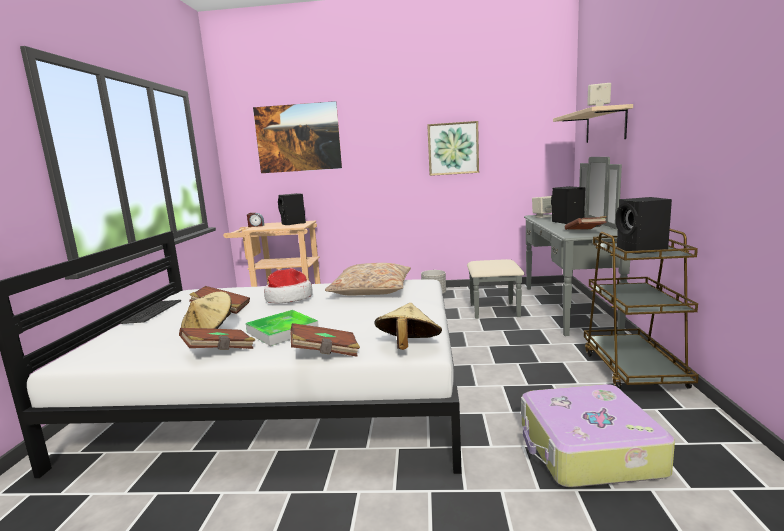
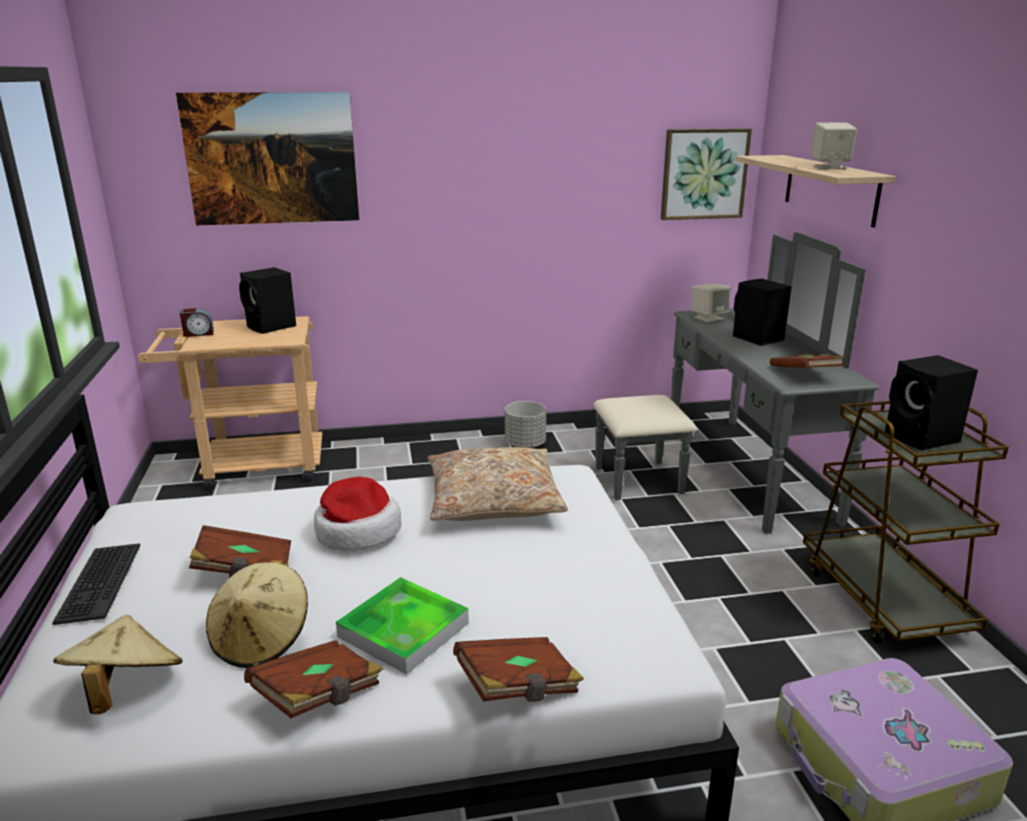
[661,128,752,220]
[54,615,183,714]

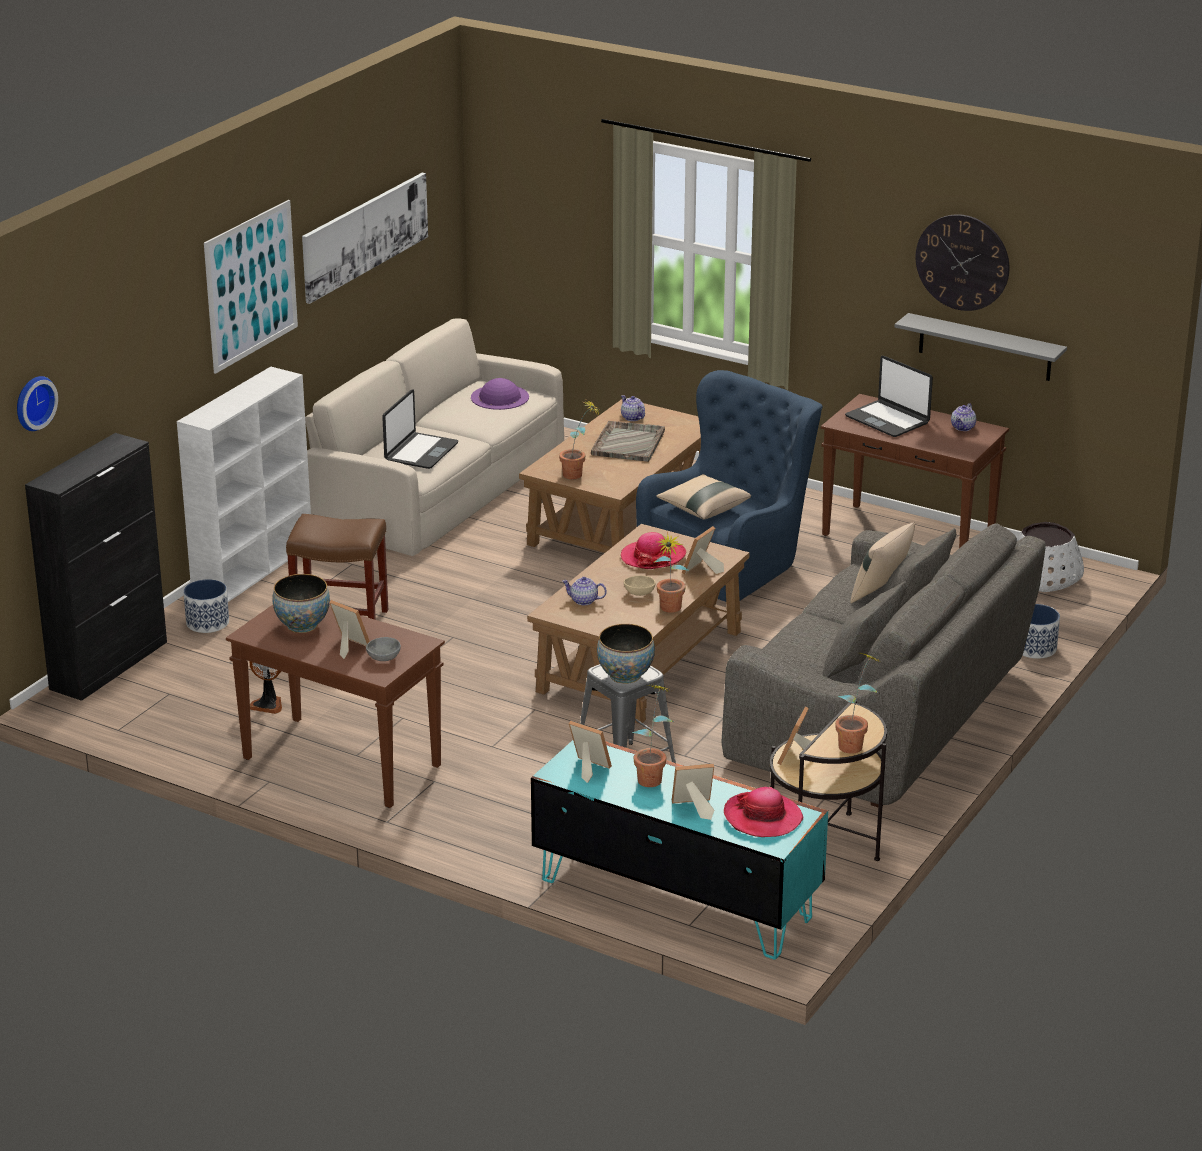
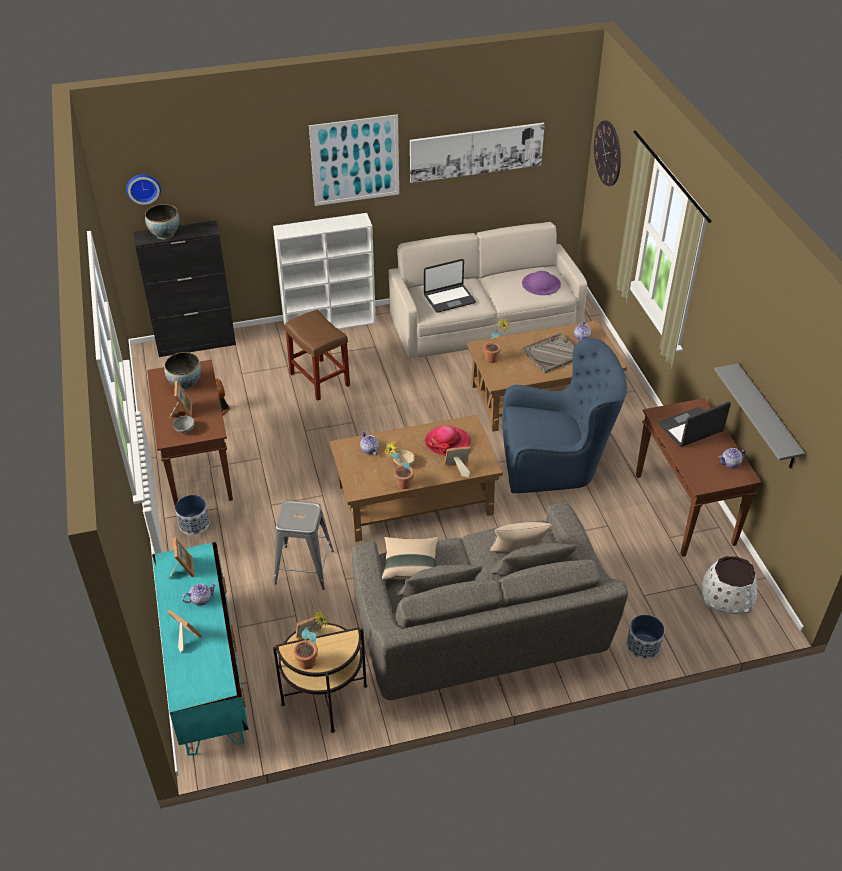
[594,121,621,186]
[658,402,731,446]
[382,537,439,580]
[175,495,210,535]
[145,204,180,240]
[182,583,217,606]
[724,787,804,837] (first image)

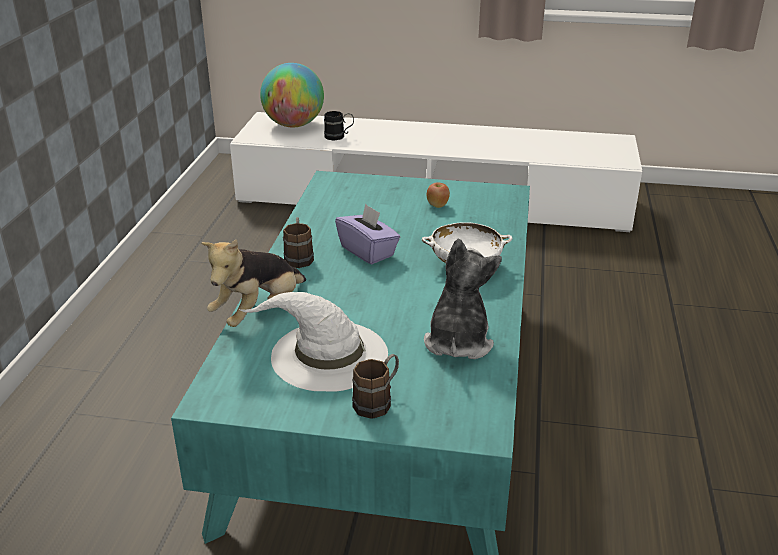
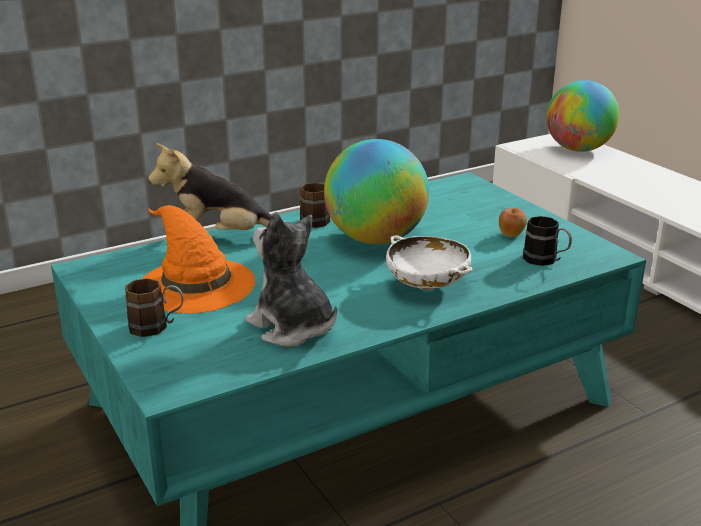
[523,216,572,266]
[324,139,429,244]
[245,212,337,347]
[142,205,255,313]

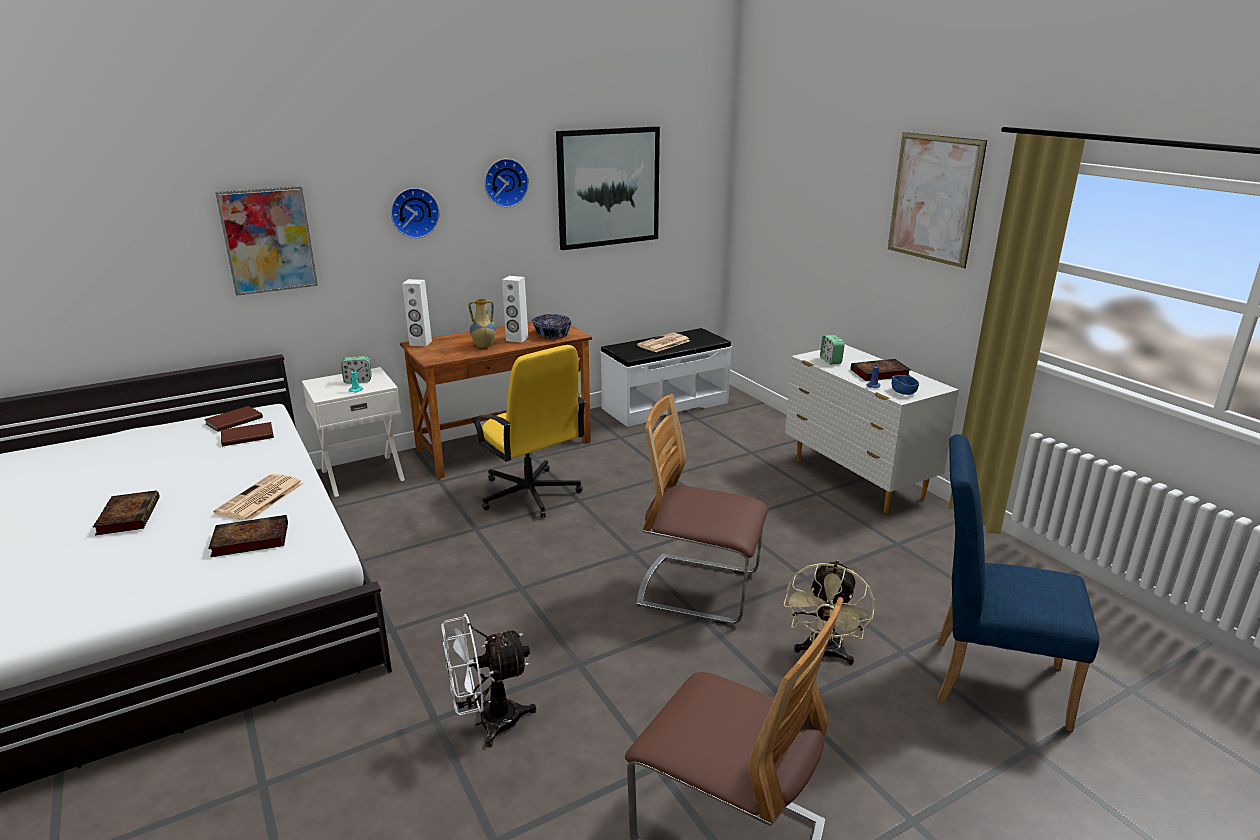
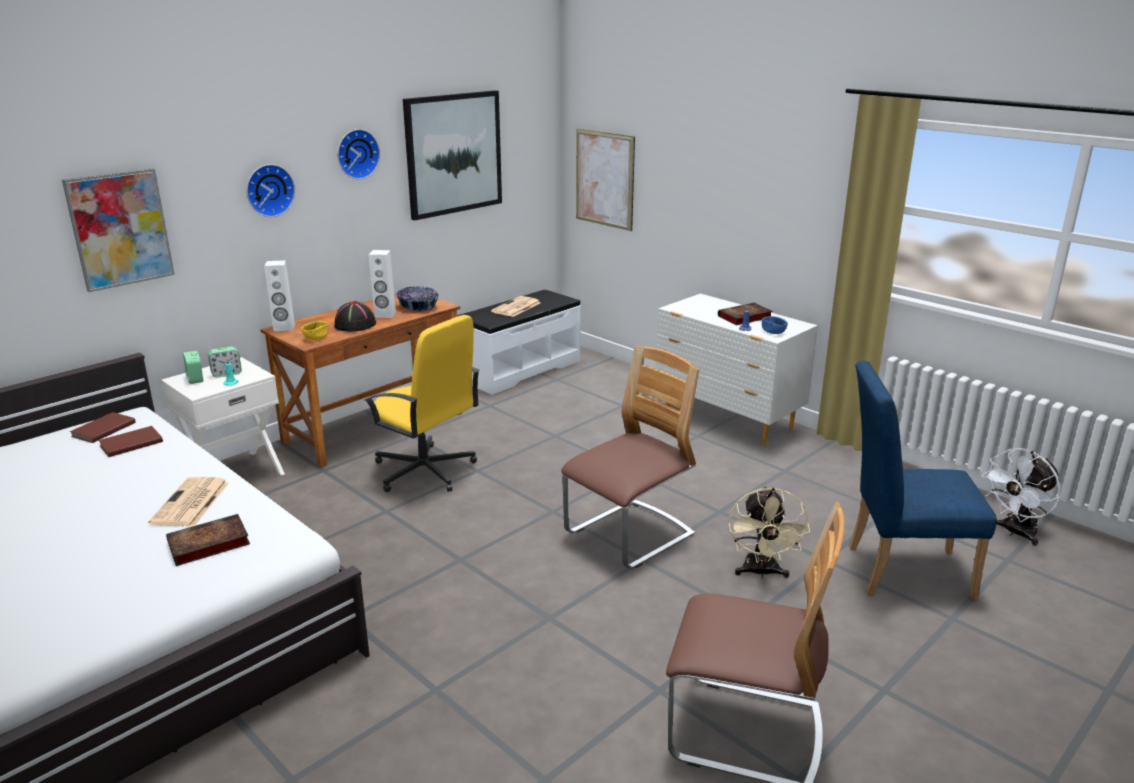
[576,129,635,231]
[334,301,376,332]
[183,351,203,384]
[561,346,699,569]
[93,490,160,535] (first image)
[981,448,1061,546]
[301,321,329,340]

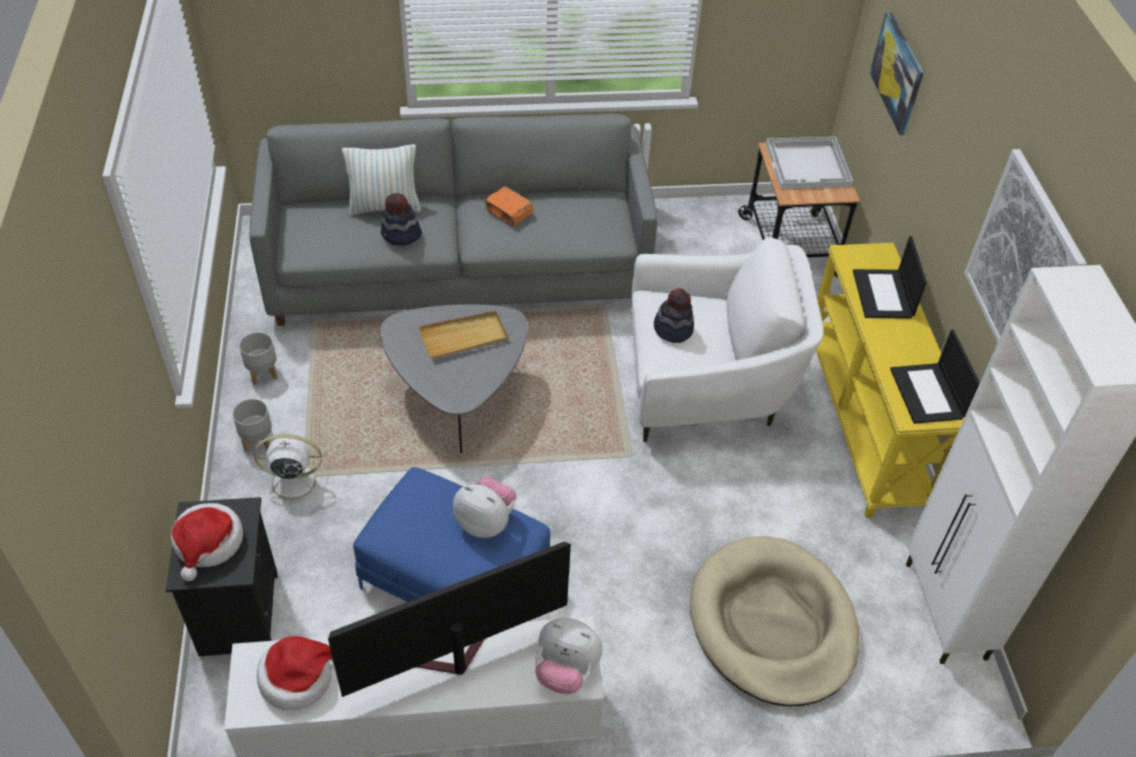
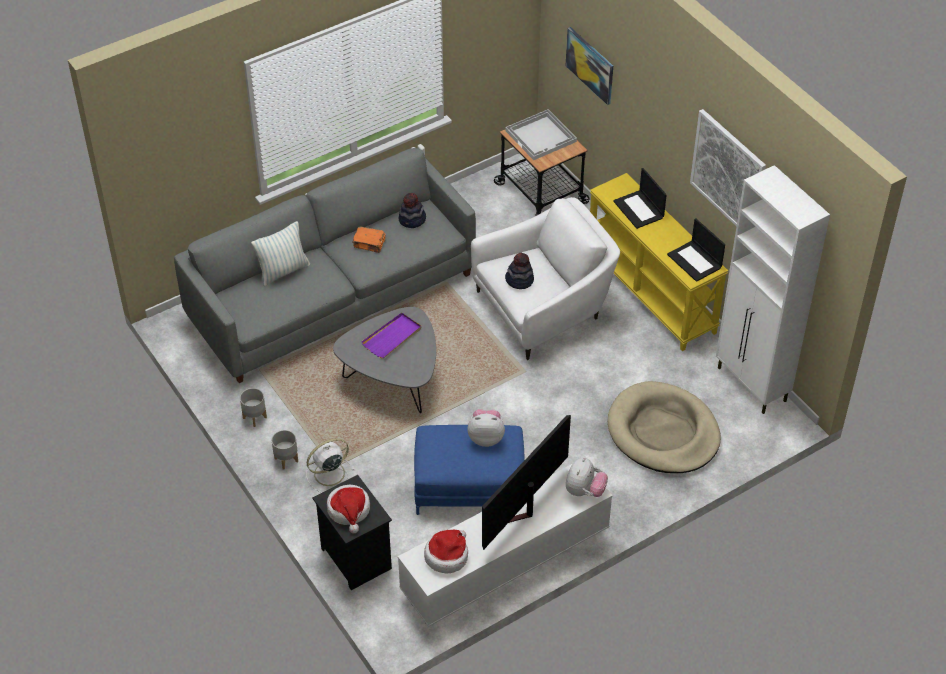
[399,193,426,228]
[361,313,421,359]
[566,457,608,497]

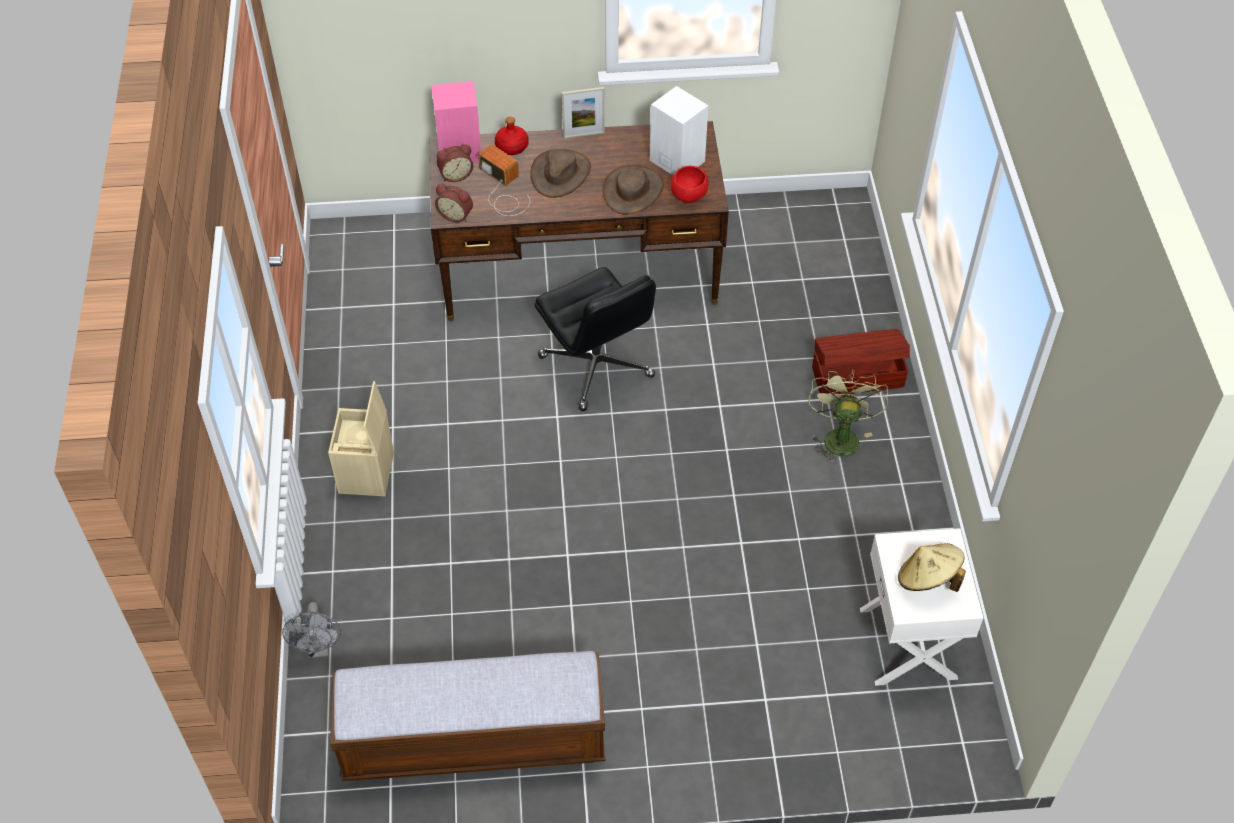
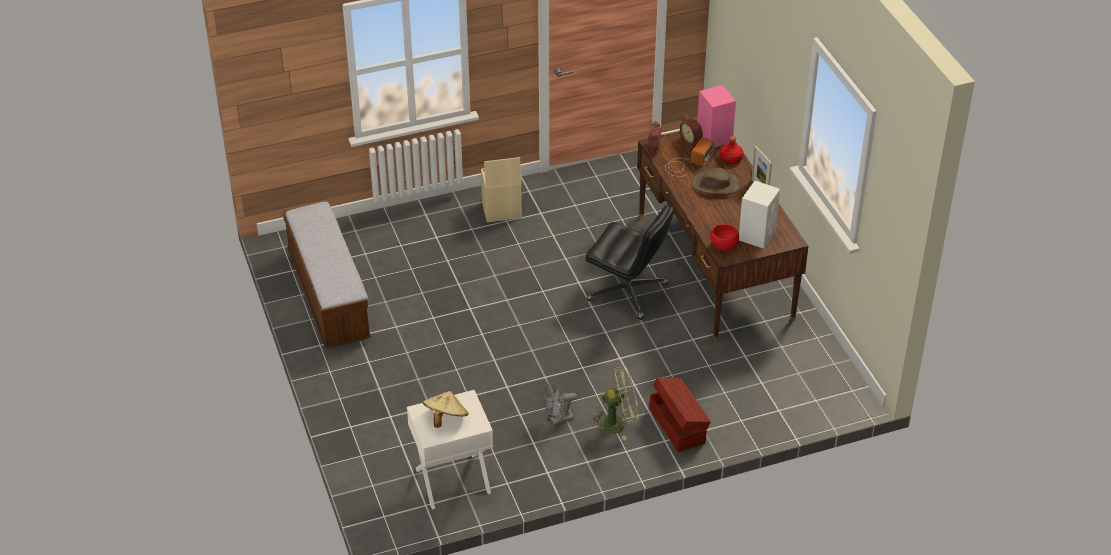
[603,165,664,214] (first image)
[586,205,674,320]
[542,381,577,425]

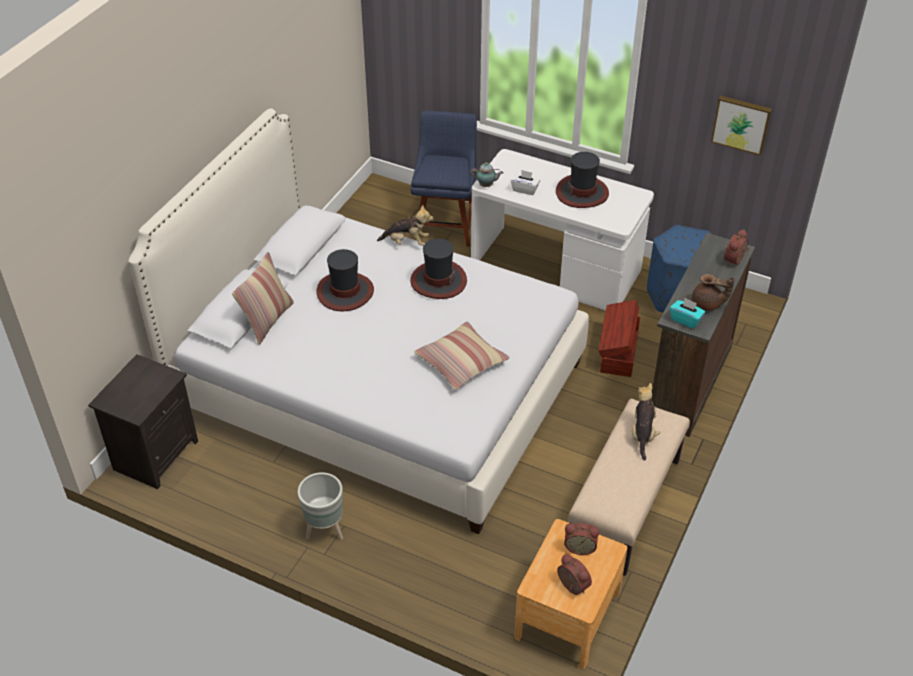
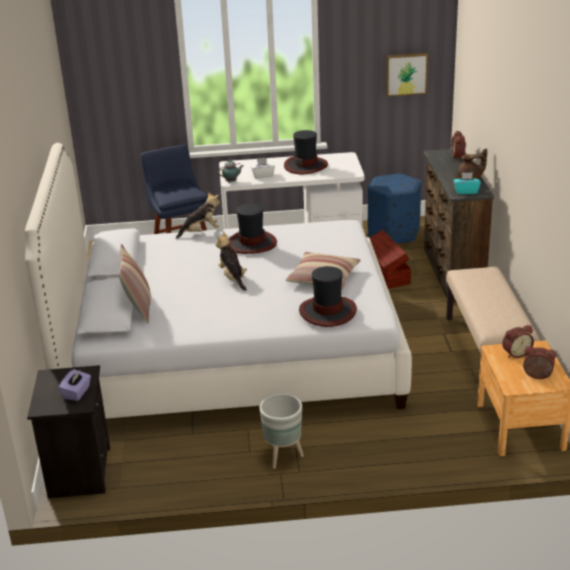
[299,266,357,327]
[215,232,247,291]
[59,369,91,401]

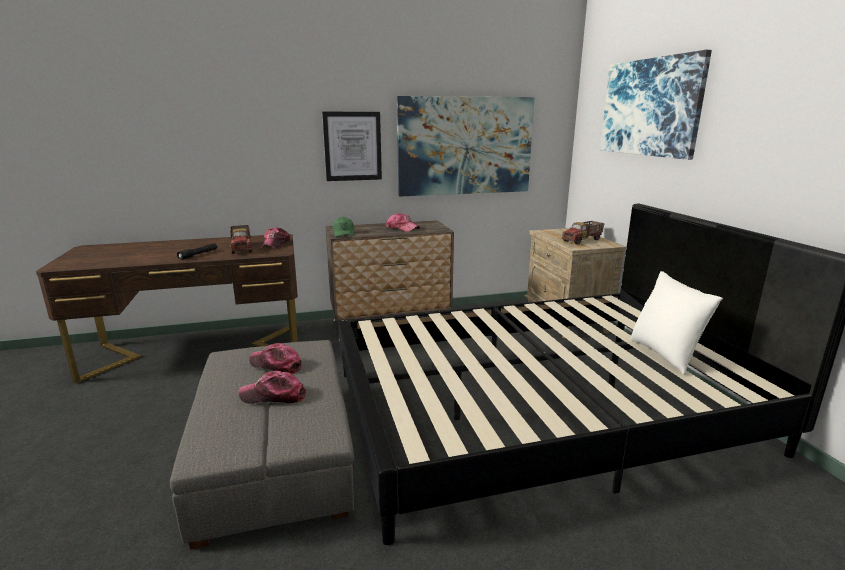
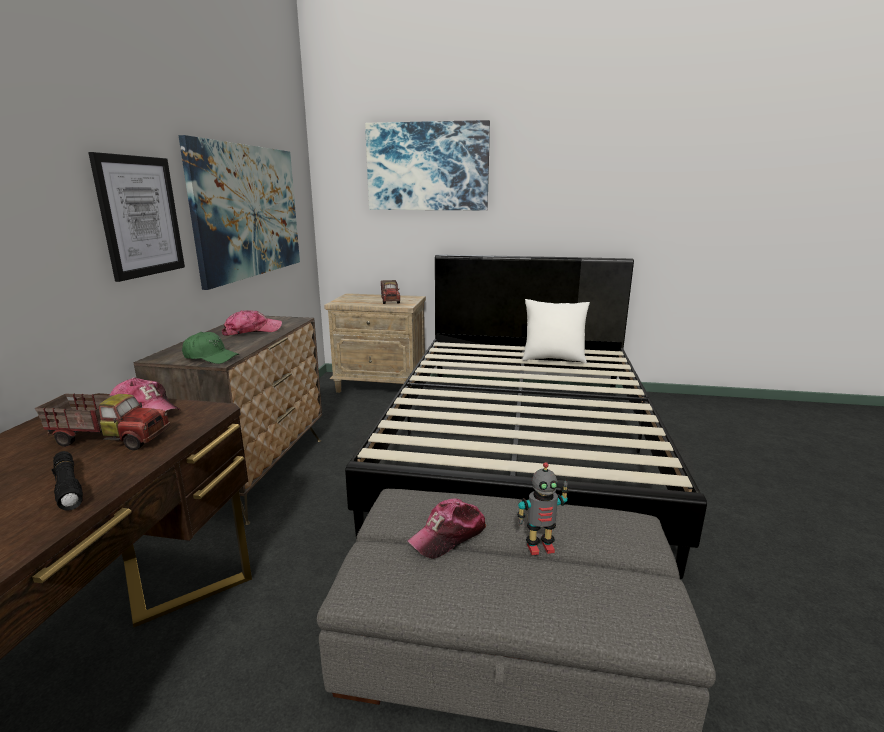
[517,462,569,555]

